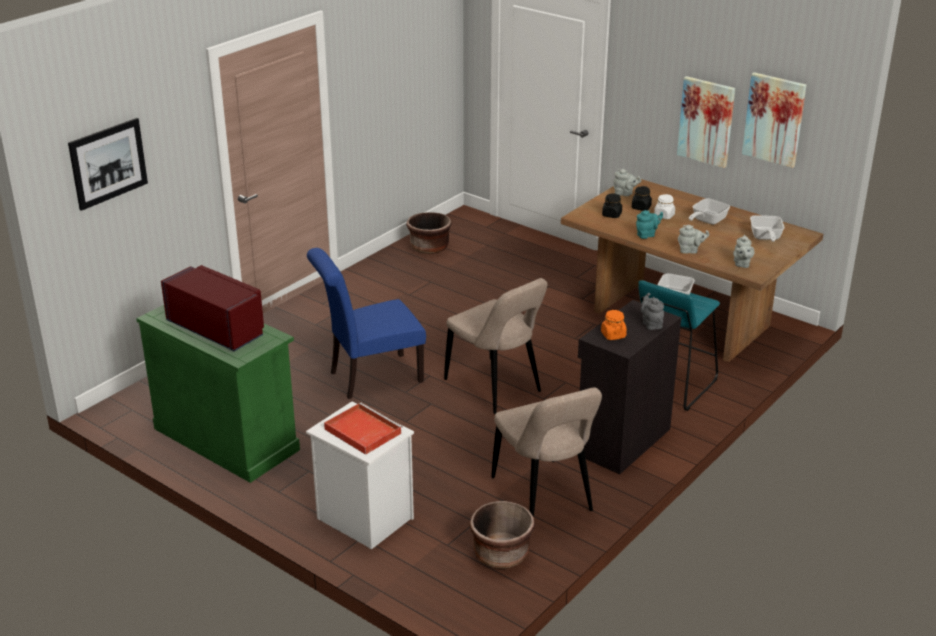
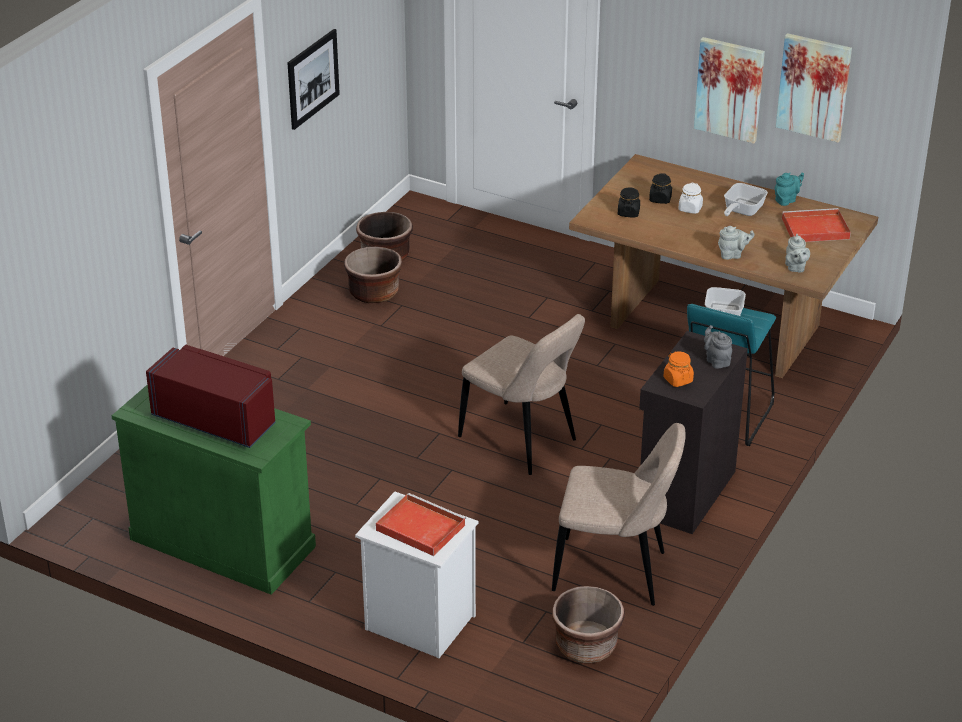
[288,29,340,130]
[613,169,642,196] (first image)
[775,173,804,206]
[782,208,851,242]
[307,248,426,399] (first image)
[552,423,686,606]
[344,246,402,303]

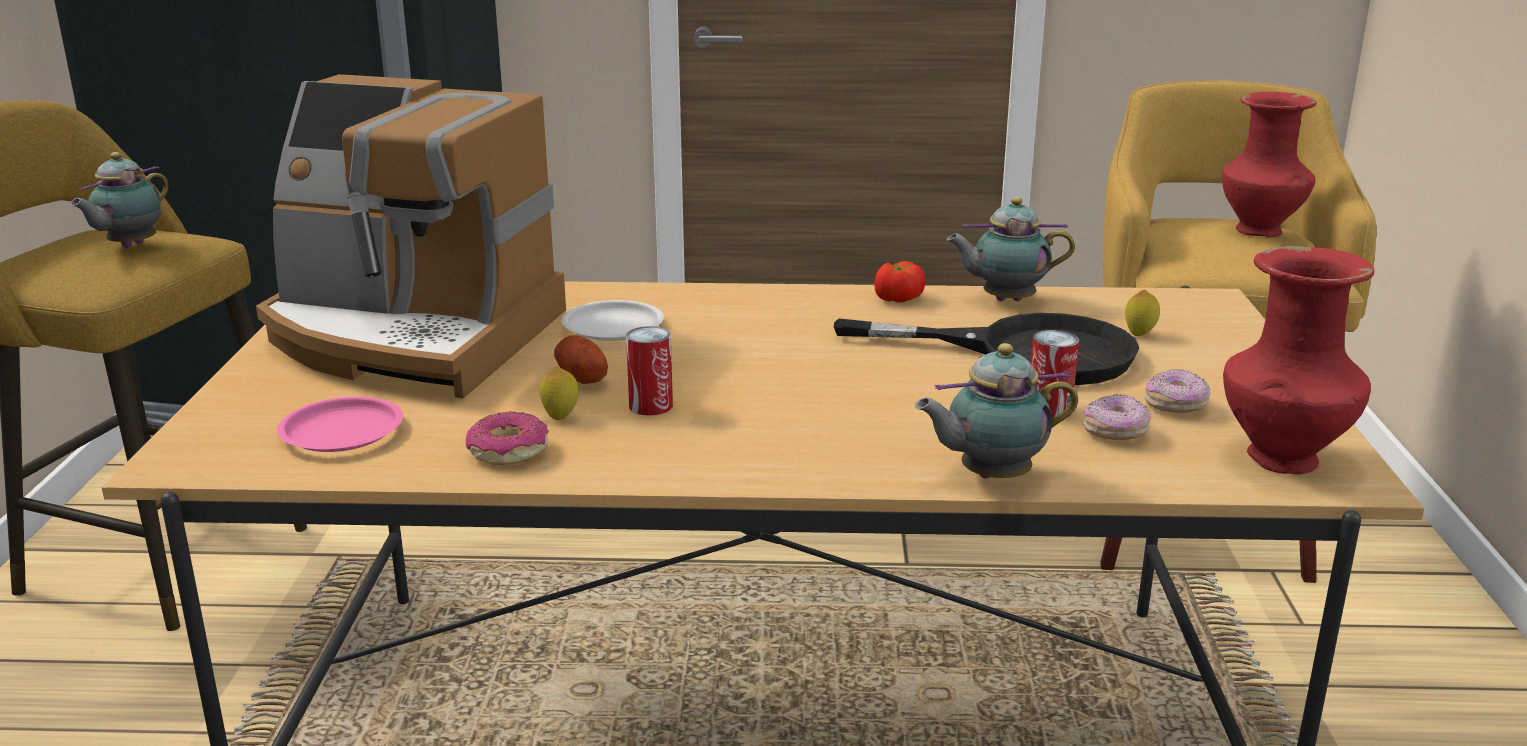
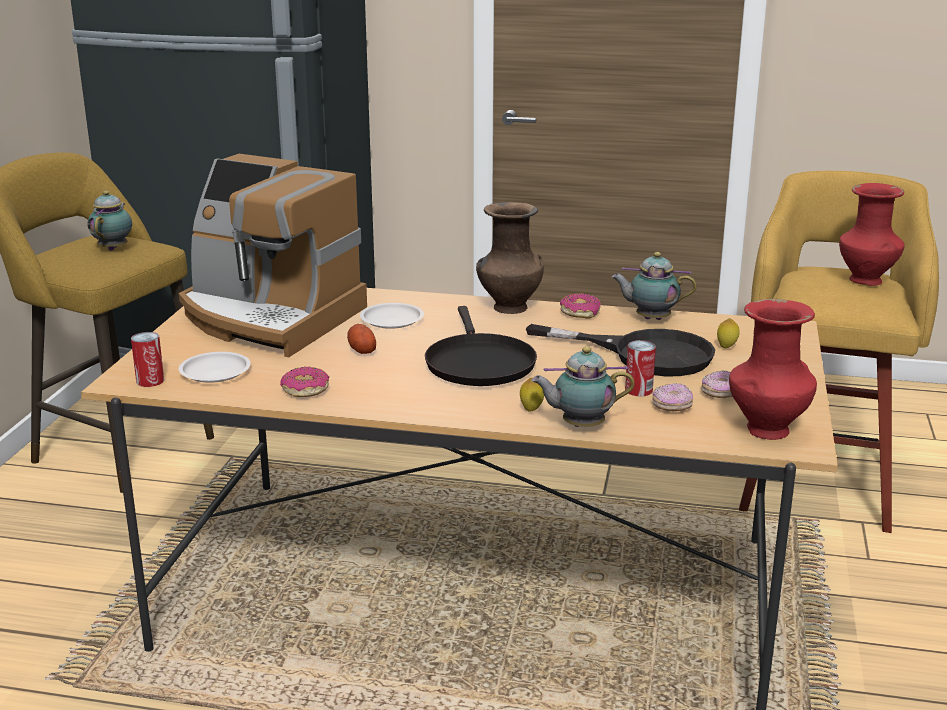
[88,191,132,251]
[560,293,601,319]
[131,332,164,387]
[520,378,544,411]
[179,352,251,382]
[476,202,544,314]
[425,306,537,386]

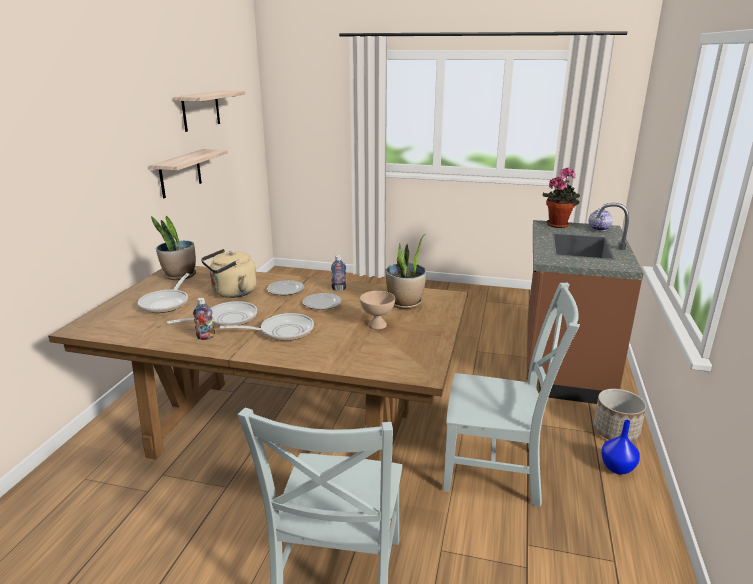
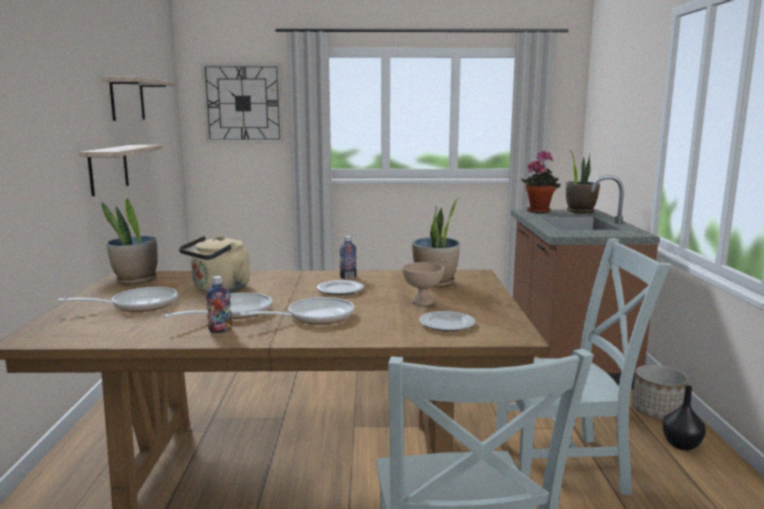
[566,152,600,214]
[58,287,178,312]
[419,311,475,331]
[662,386,706,450]
[201,63,283,143]

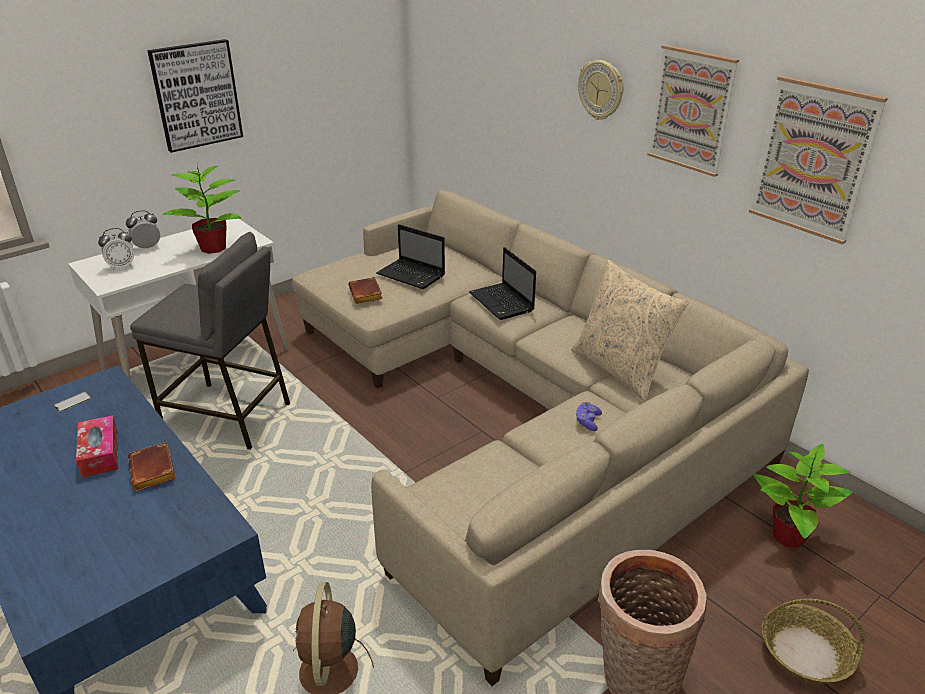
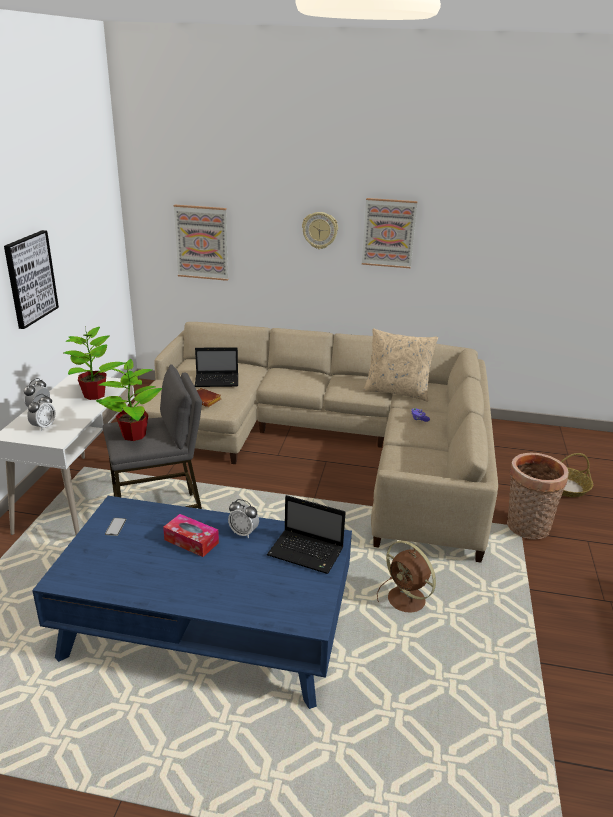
[173,205,228,281]
[267,495,345,574]
[228,499,259,538]
[96,359,162,441]

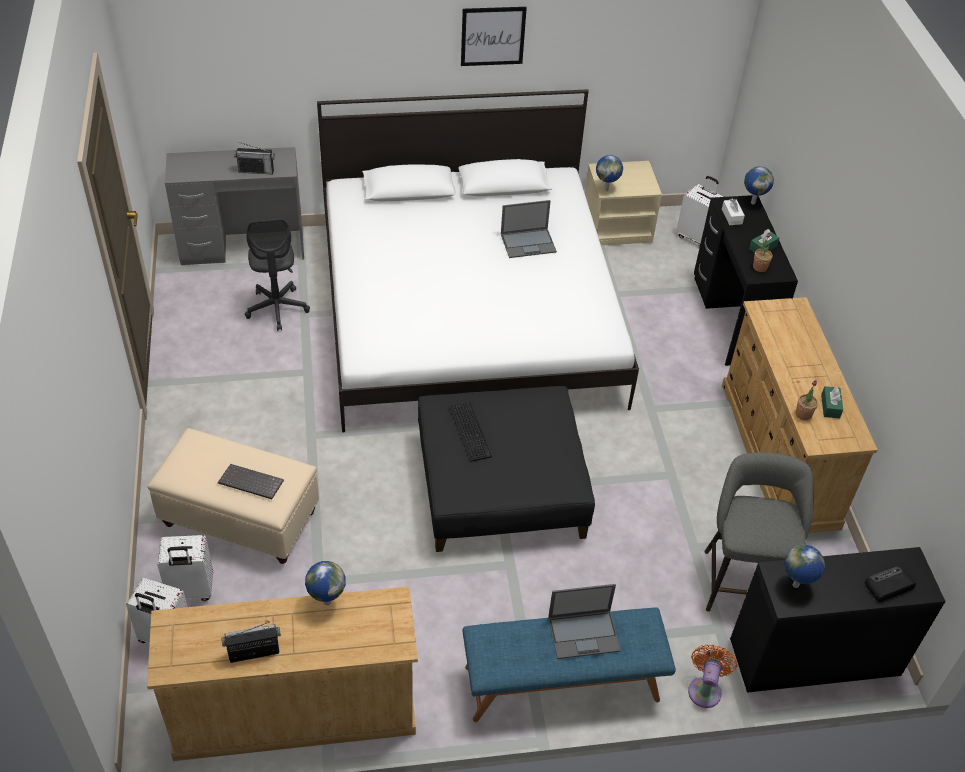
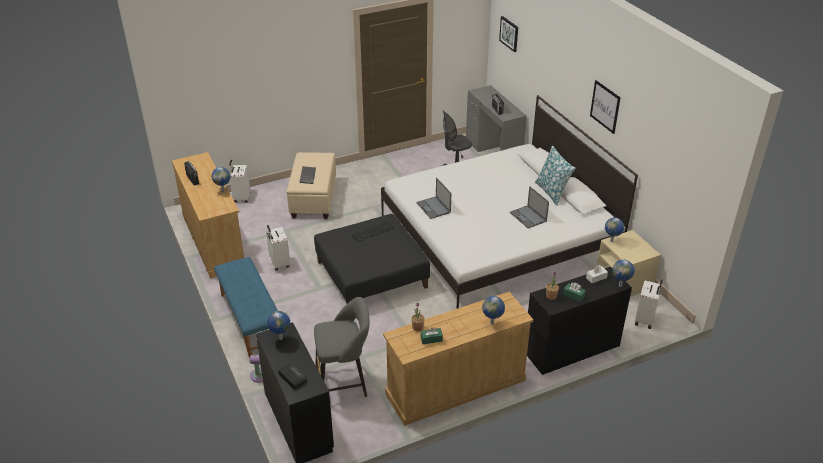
[266,225,290,270]
[416,178,451,219]
[499,16,518,52]
[535,146,576,206]
[482,296,505,325]

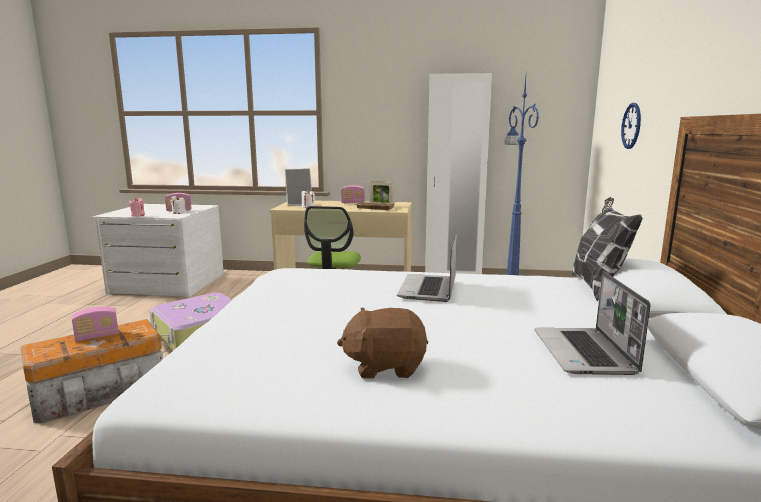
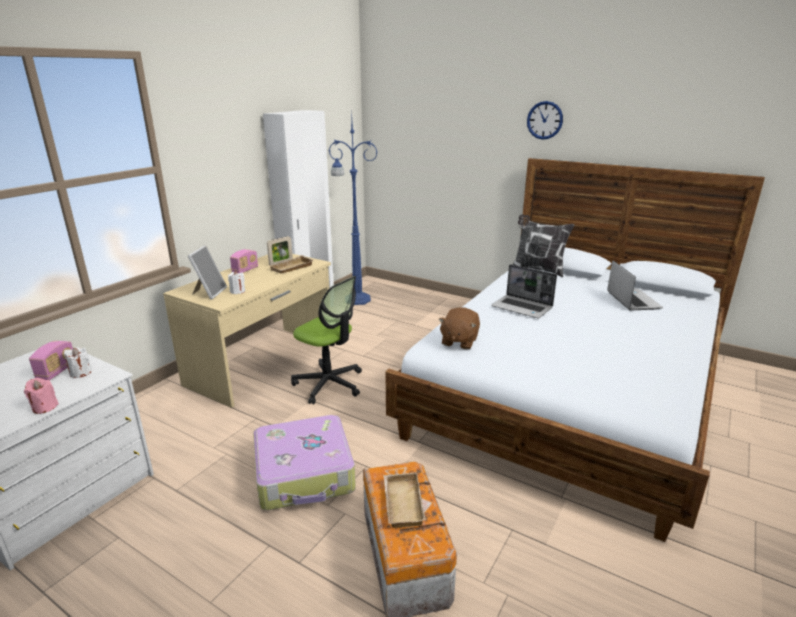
[527,101,563,140]
[607,261,663,310]
[384,472,426,528]
[438,307,480,350]

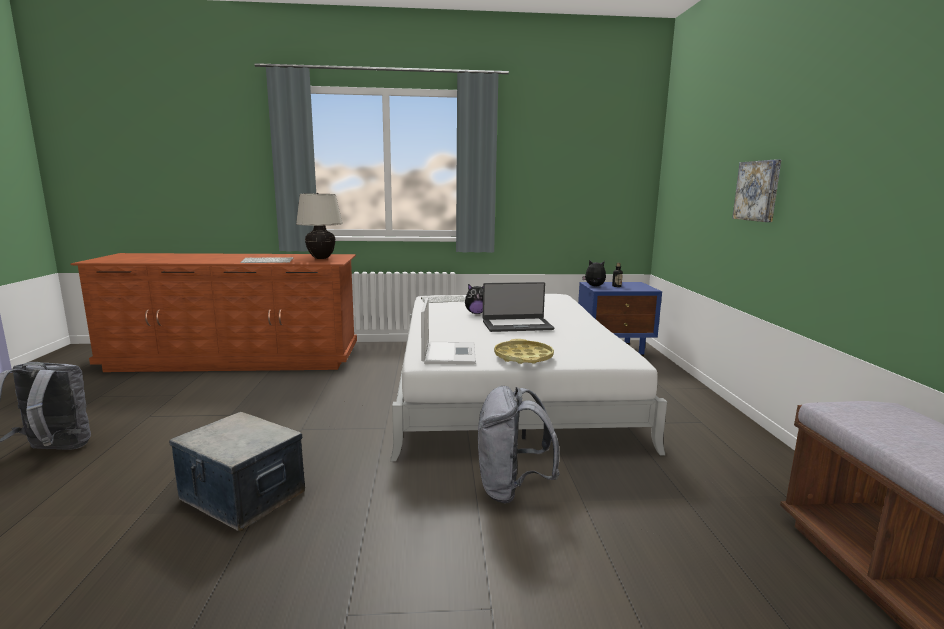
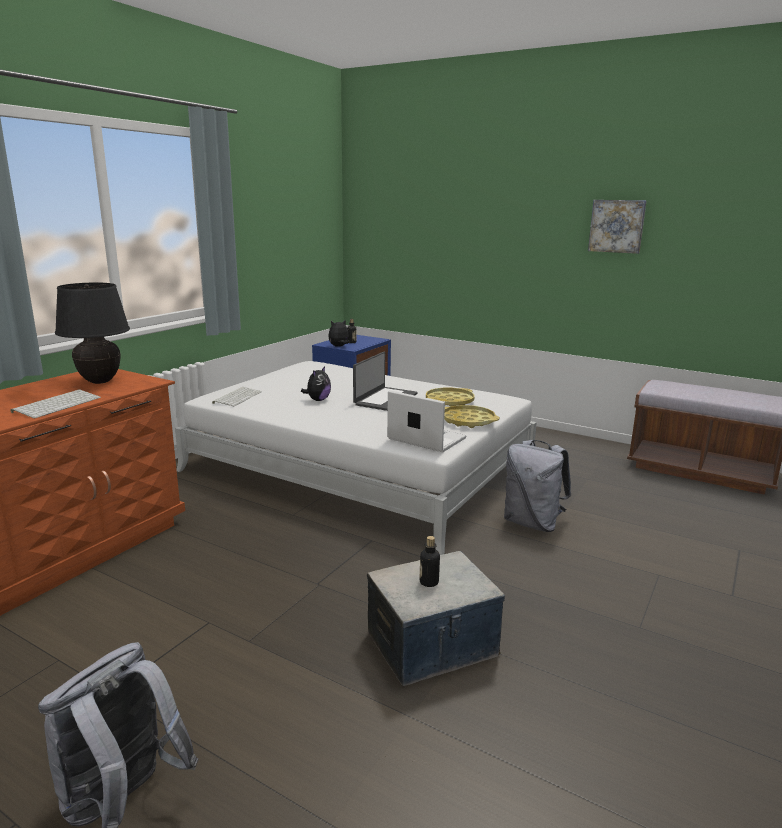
[588,200,647,254]
[55,283,130,384]
[426,388,475,407]
[419,536,440,587]

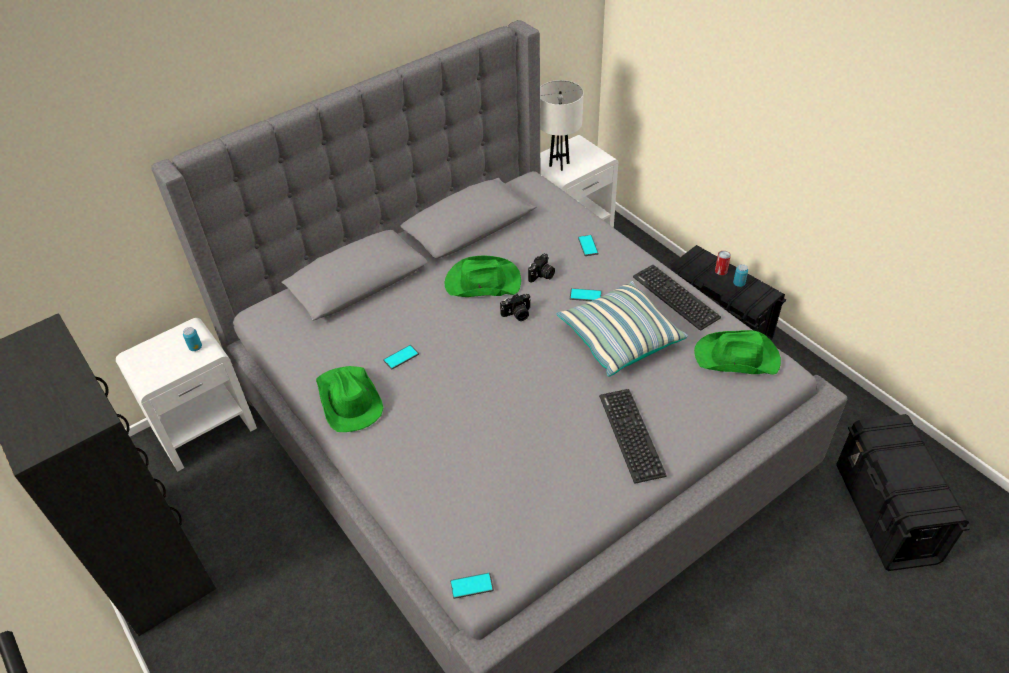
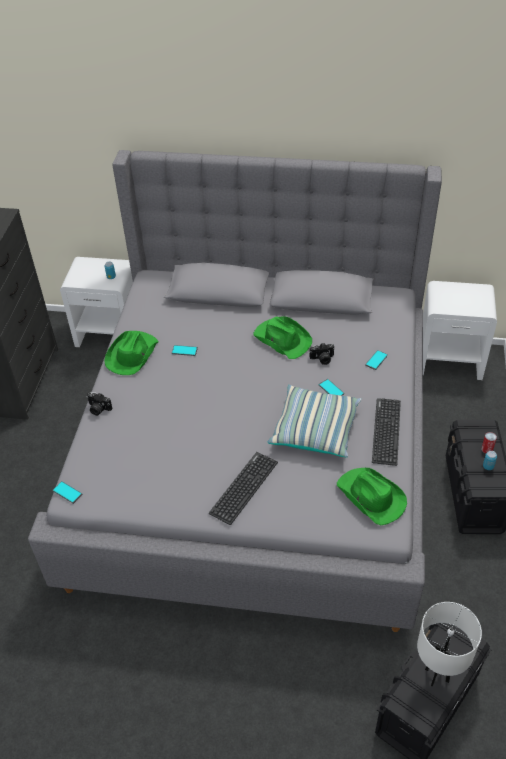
[417,602,482,687]
[87,392,113,416]

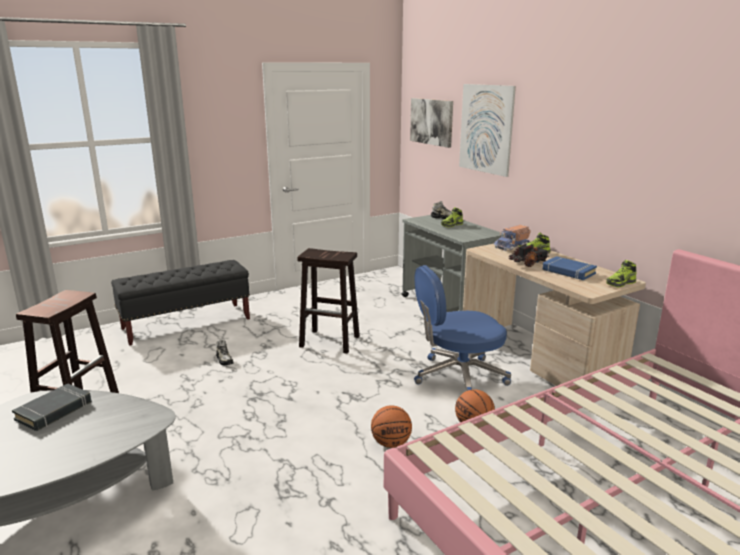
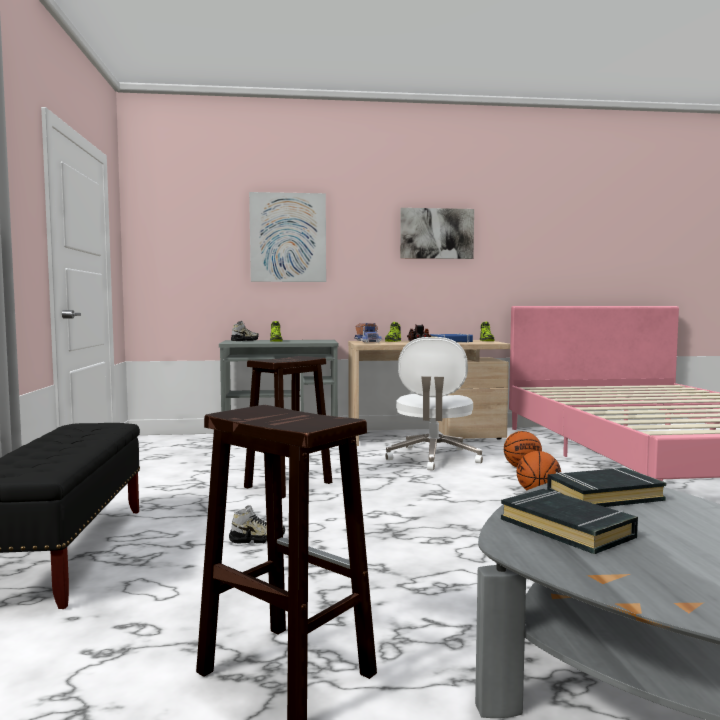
[400,208,474,259]
[385,337,483,471]
[547,467,666,507]

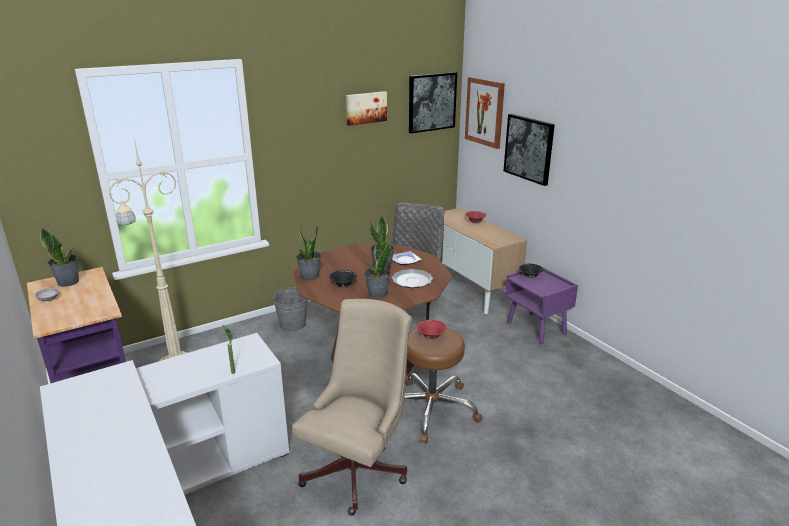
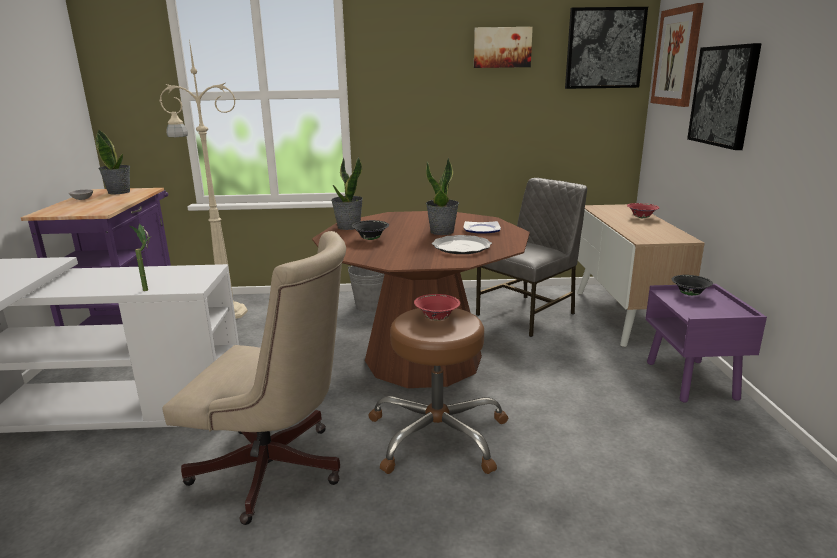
[364,238,391,298] (first image)
[162,231,346,525]

